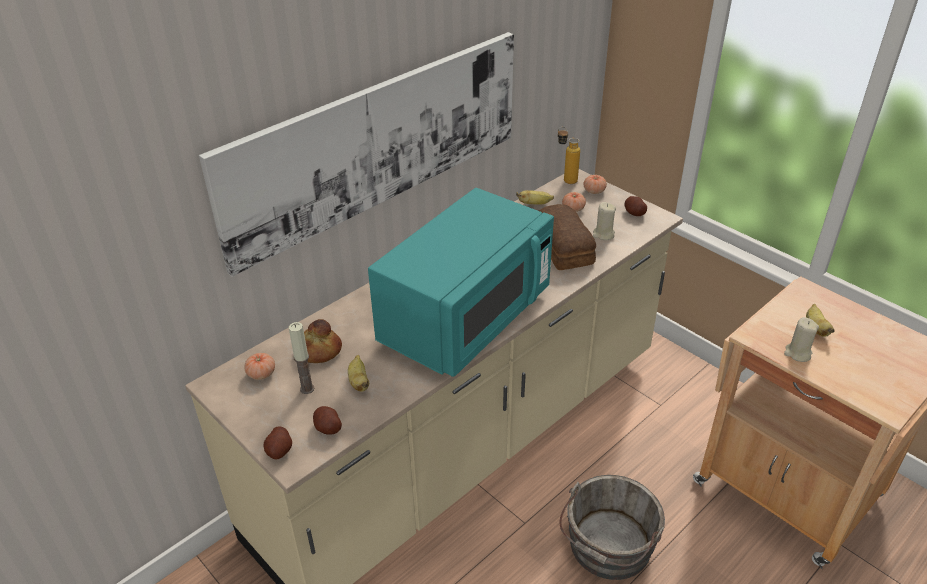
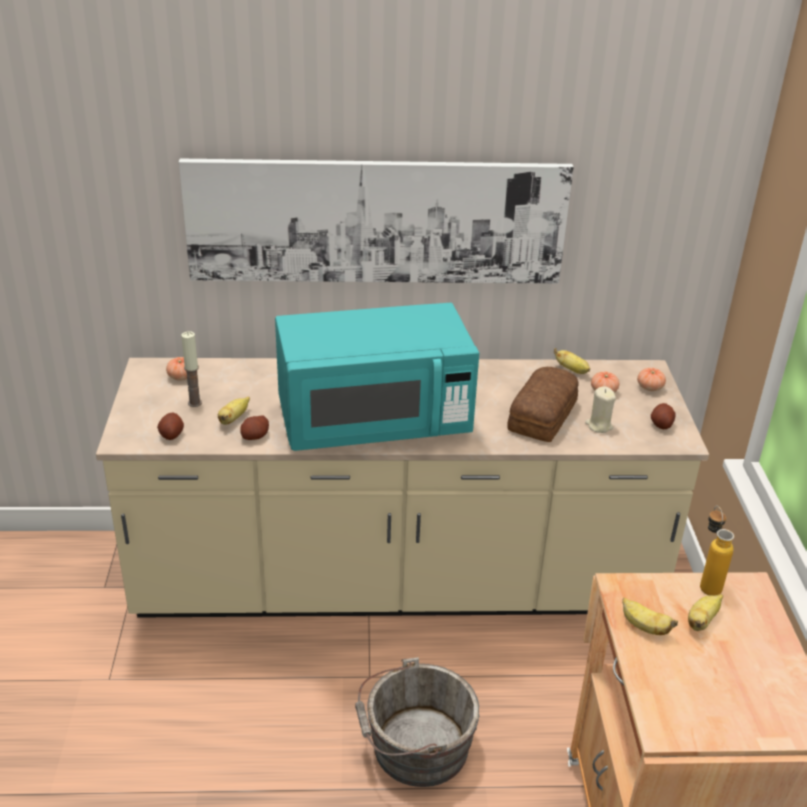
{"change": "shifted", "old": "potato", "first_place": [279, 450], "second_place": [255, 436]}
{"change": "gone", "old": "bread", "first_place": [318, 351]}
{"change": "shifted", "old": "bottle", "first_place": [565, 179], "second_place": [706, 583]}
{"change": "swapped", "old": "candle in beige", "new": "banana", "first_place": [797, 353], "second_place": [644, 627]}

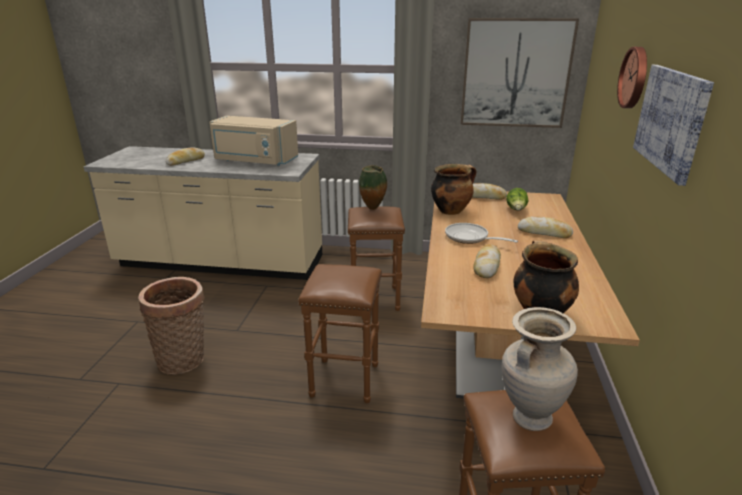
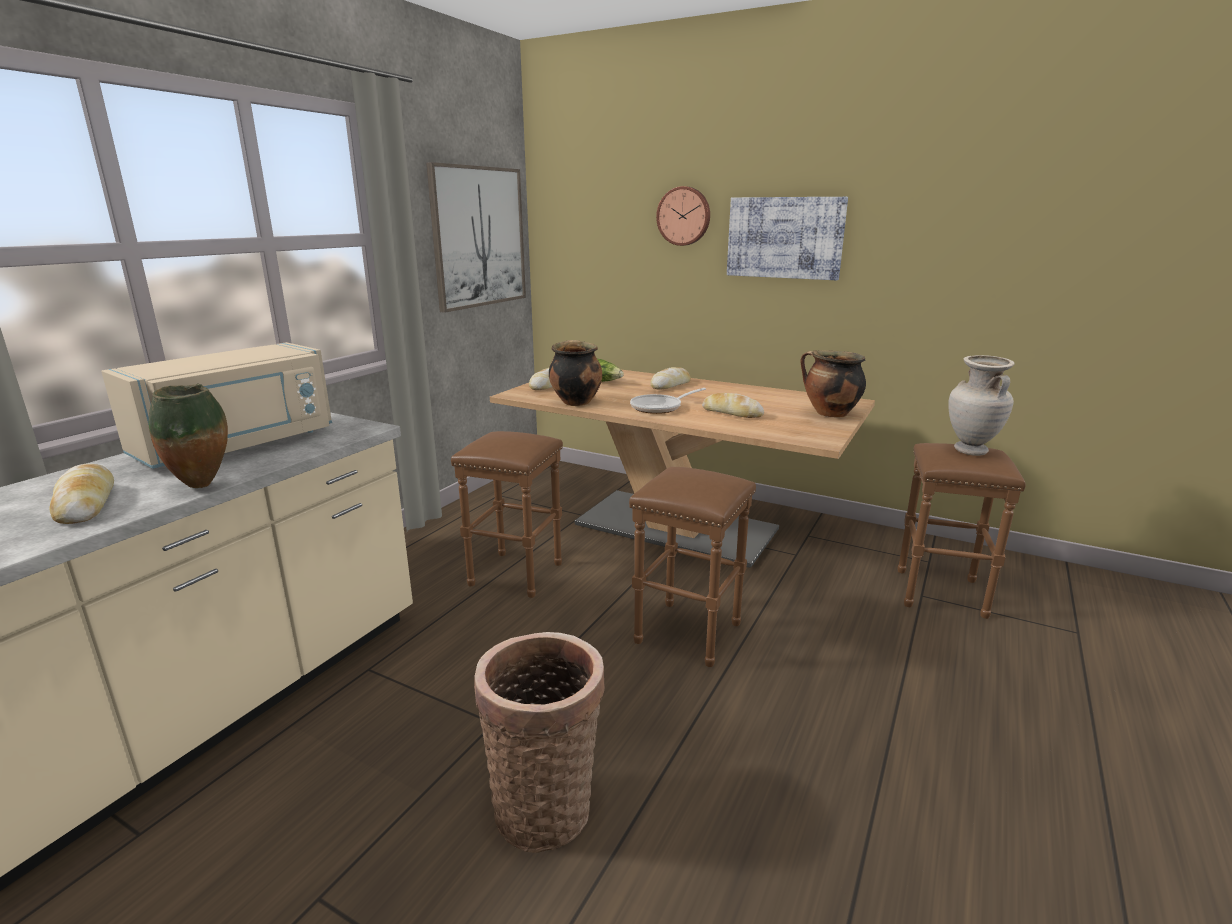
{"change": "shifted", "old": "vase", "first_place": [373, 209], "second_place": [204, 486]}

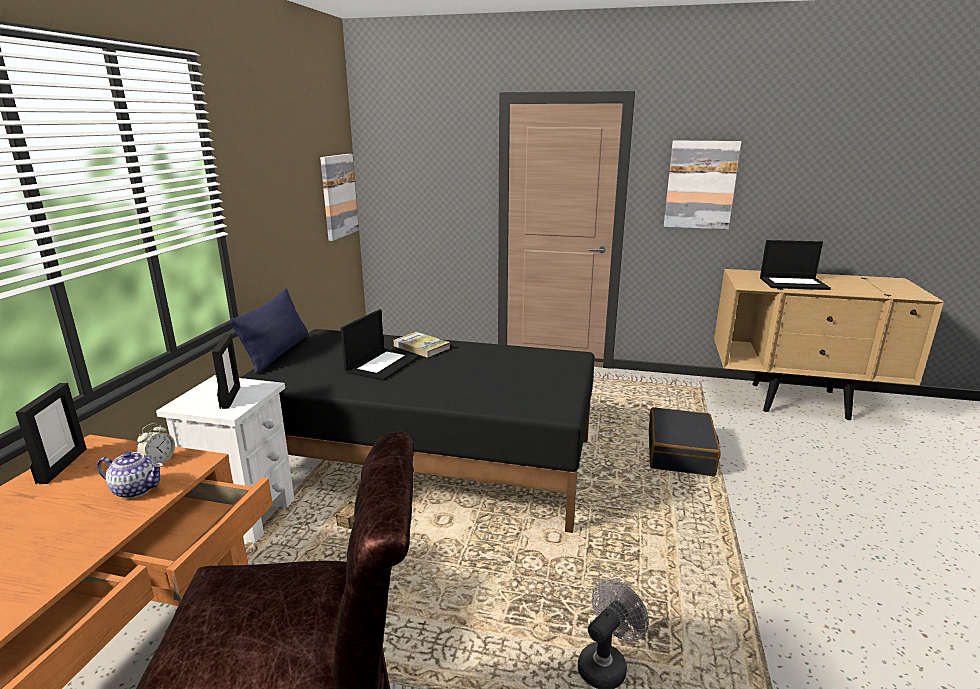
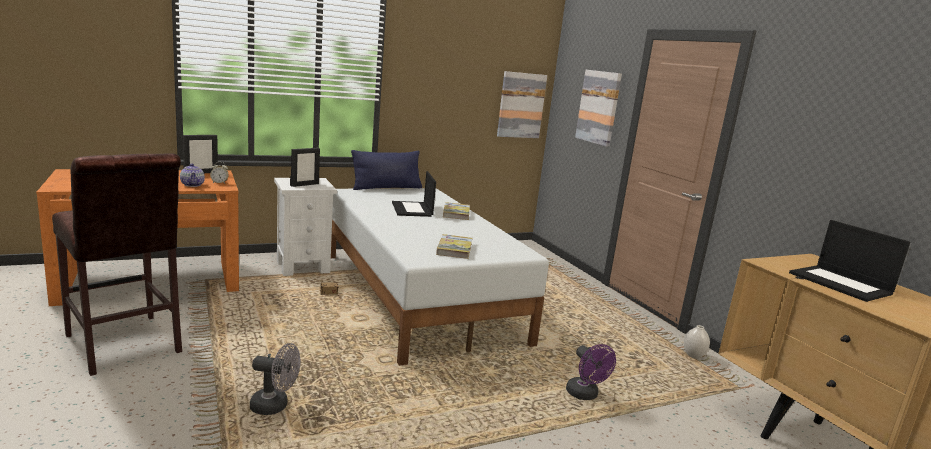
{"change": "repainted", "old": "bed in black", "new": "bed in white", "first_place": [425, 459], "second_place": [419, 295]}
{"change": "rotated", "old": "laptop", "first_place": [382, 364], "second_place": [412, 209], "degrees": 90}
{"change": "swapped", "old": "suitcase in black", "new": "fan in purple", "first_place": [680, 452], "second_place": [585, 395]}
{"change": "shifted", "old": "picture", "first_place": [700, 185], "second_place": [599, 107]}
{"change": "new", "new": "book", "second_place": [454, 249]}
{"change": "new", "new": "vase in white", "second_place": [693, 356]}

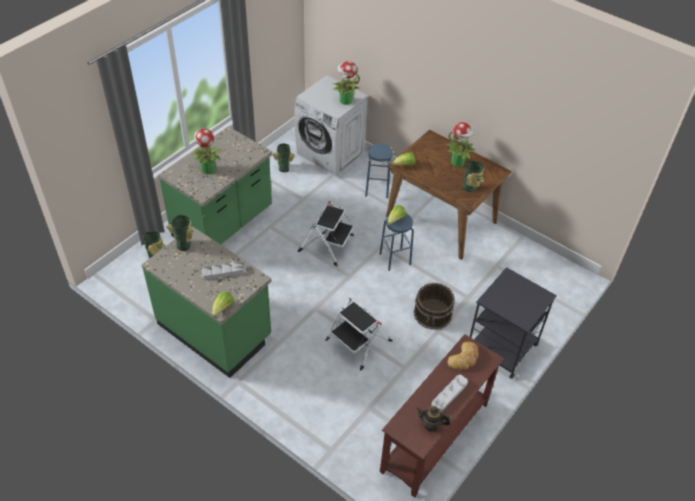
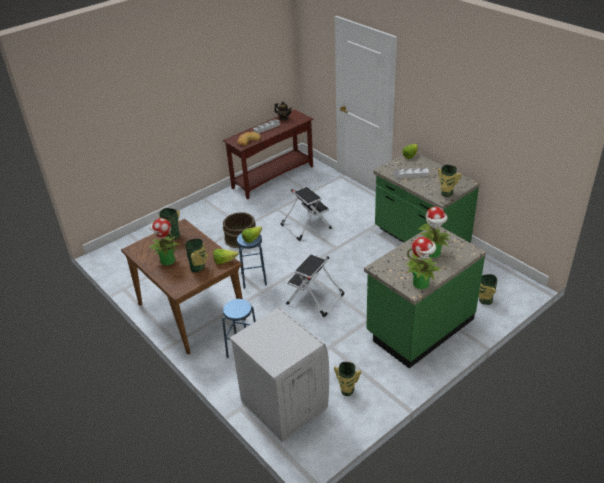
{"change": "shifted", "old": "potted plant", "first_place": [345, 100], "second_place": [421, 283]}
{"change": "gone", "old": "cart in black", "first_place": [501, 348]}
{"change": "new", "new": "vase", "second_place": [198, 267]}

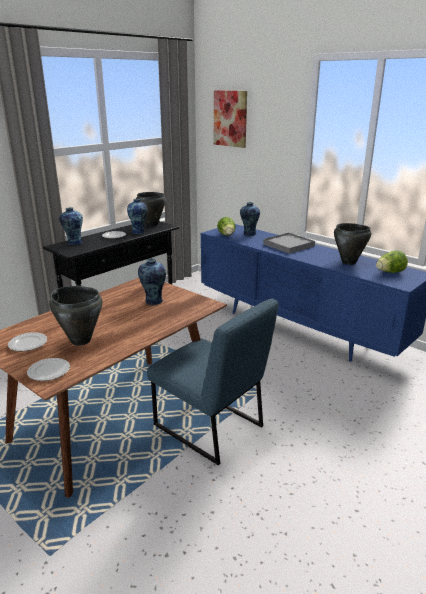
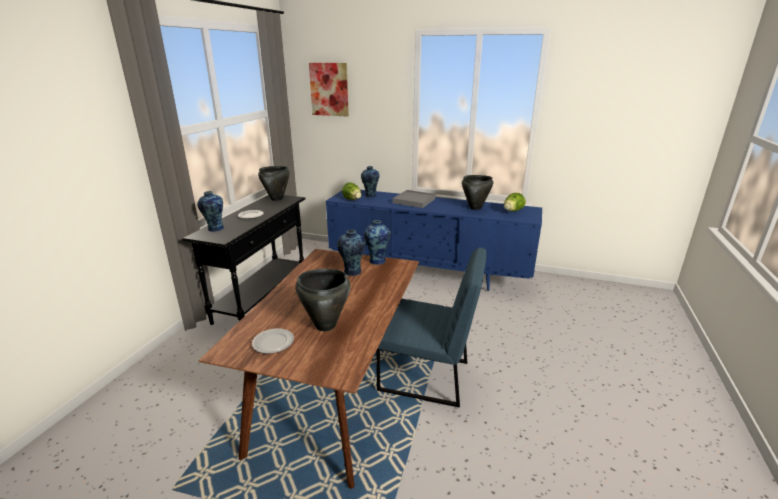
{"change": "gone", "old": "plate", "first_place": [48, 371]}
{"change": "shifted", "old": "vase", "first_place": [138, 232], "second_place": [377, 260]}

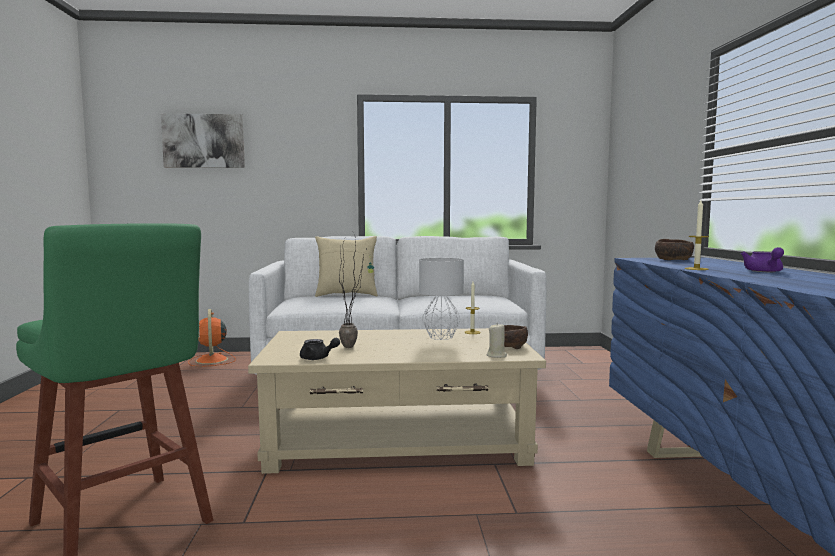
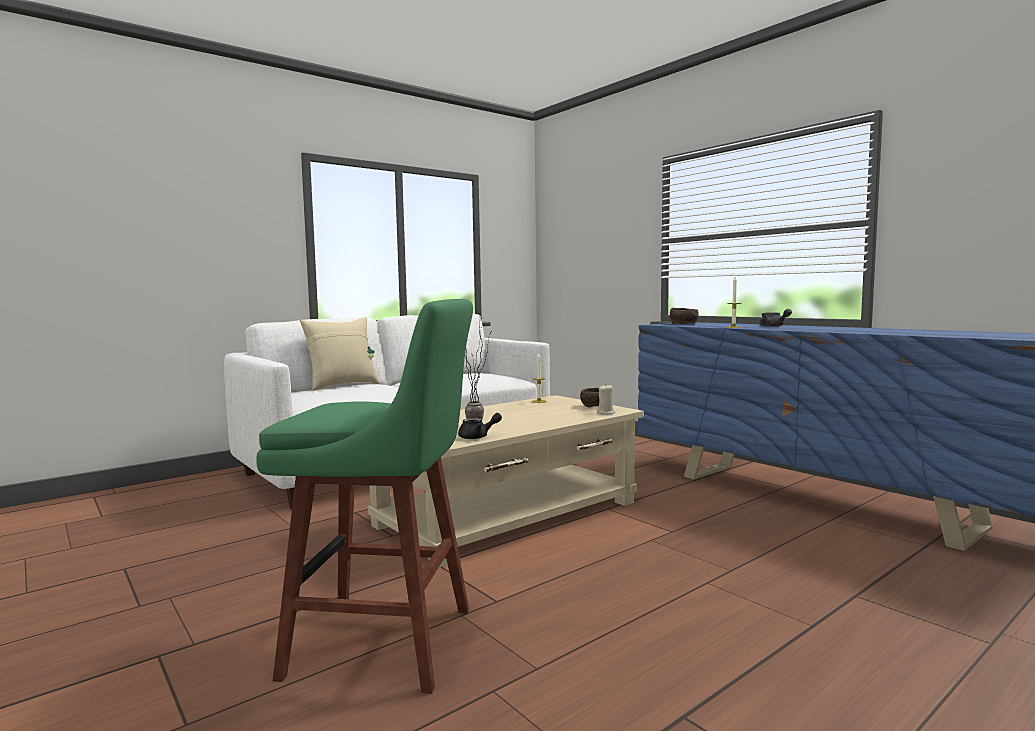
{"change": "gone", "old": "picture", "first_place": [204, 141]}
{"change": "gone", "old": "fan in orange", "first_place": [211, 360]}
{"change": "gone", "old": "table lamp in grey", "first_place": [440, 337]}
{"change": "repainted", "old": "teapot in purple", "new": "teapot in grey", "first_place": [764, 272], "second_place": [774, 326]}

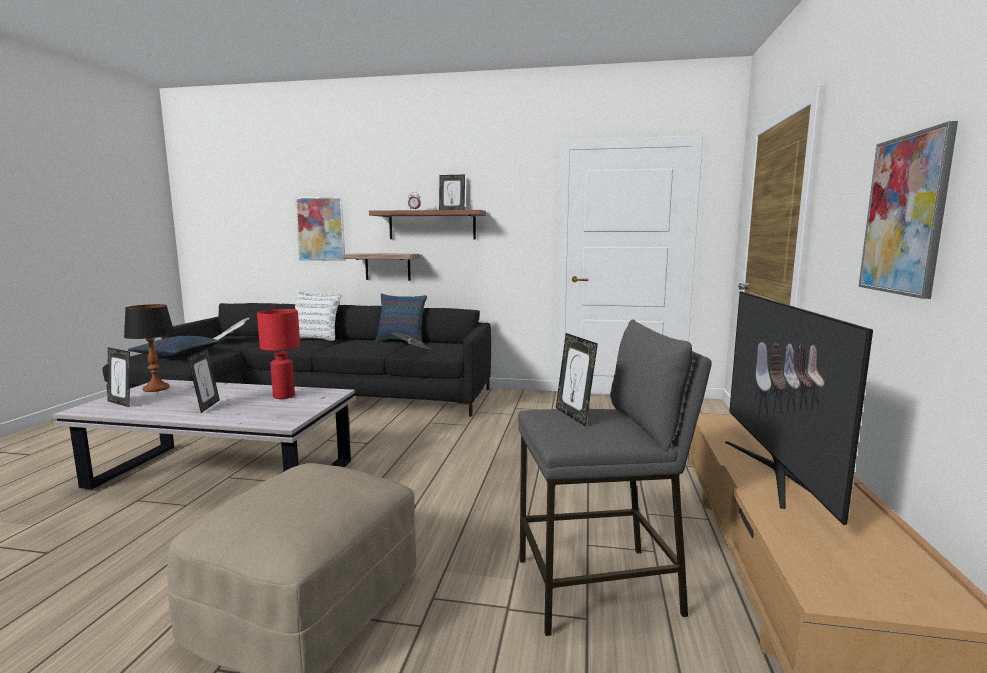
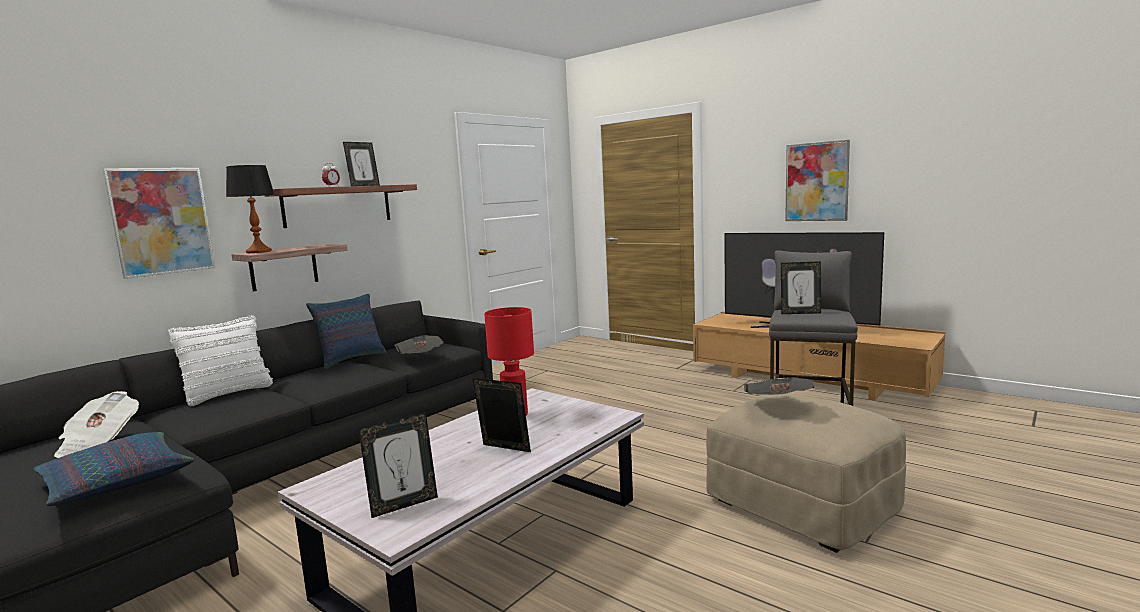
{"change": "shifted", "old": "table lamp", "first_place": [156, 389], "second_place": [258, 252]}
{"change": "new", "new": "newspaper", "second_place": [777, 405]}

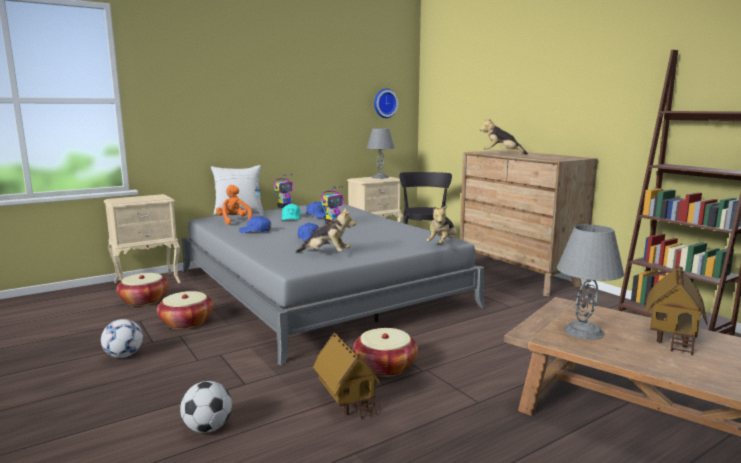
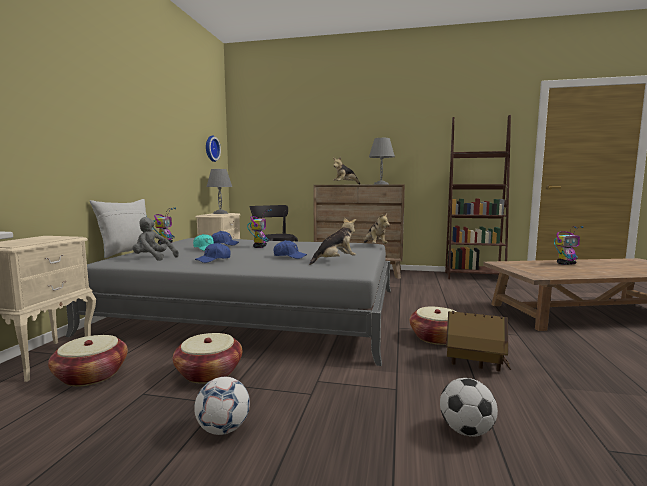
{"change": "repainted", "old": "plush toy in orange", "new": "plush toy in grey", "first_place": [234, 221], "second_place": [153, 258]}
{"change": "shifted", "old": "table lamp in grey", "first_place": [584, 331], "second_place": [381, 184]}
{"change": "swapped", "old": "toy house", "new": "toy robot", "first_place": [672, 336], "second_place": [566, 264]}

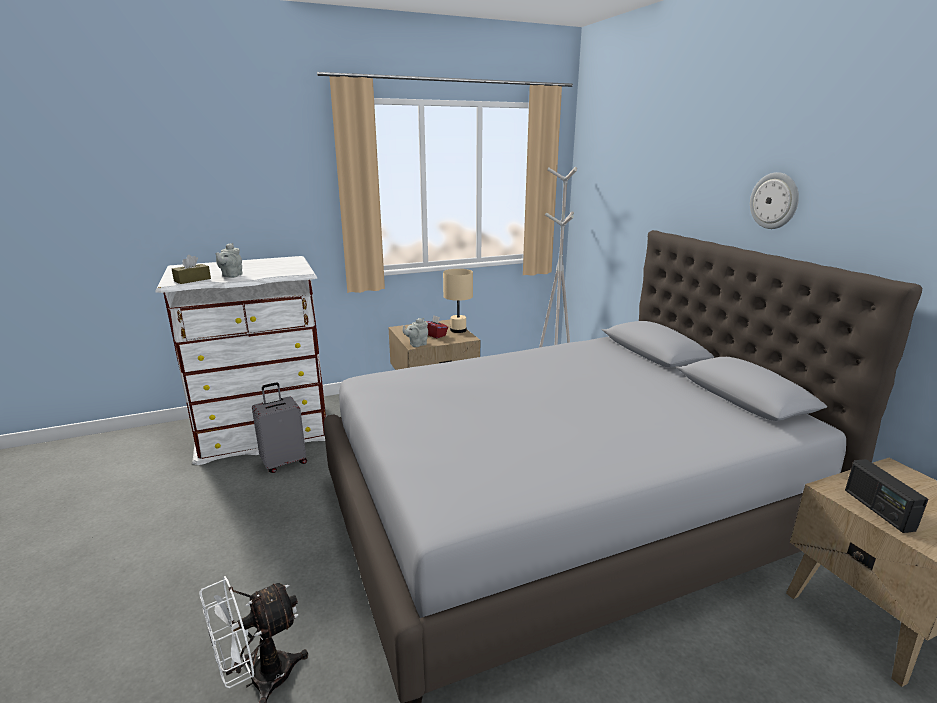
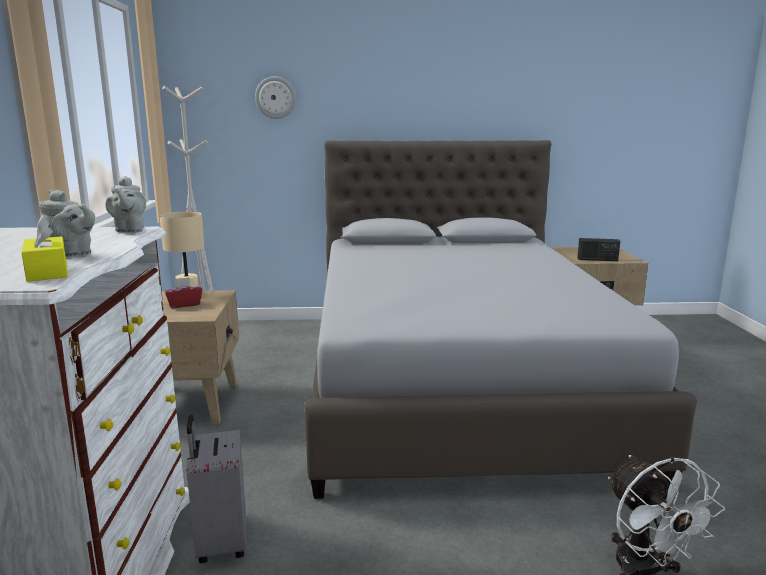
{"change": "repainted", "old": "tissue box in brown", "new": "tissue box in yellow", "first_place": [192, 280], "second_place": [47, 272]}
{"change": "shifted", "old": "teapot in grey", "first_place": [417, 344], "second_place": [129, 230]}
{"change": "shifted", "old": "wall clock", "first_place": [774, 201], "second_place": [275, 97]}

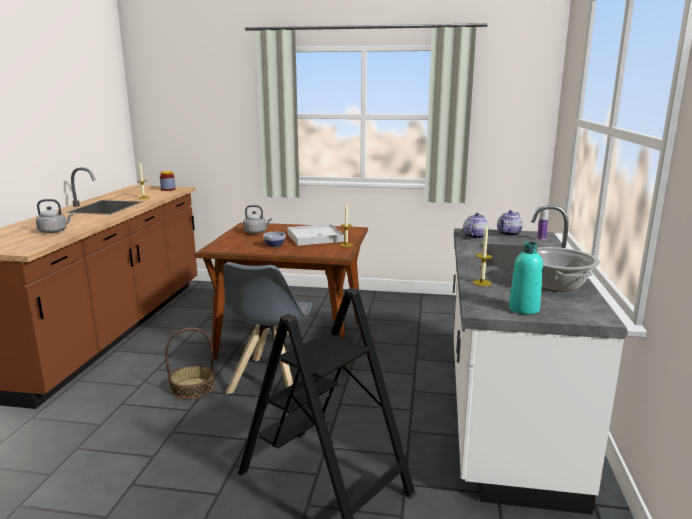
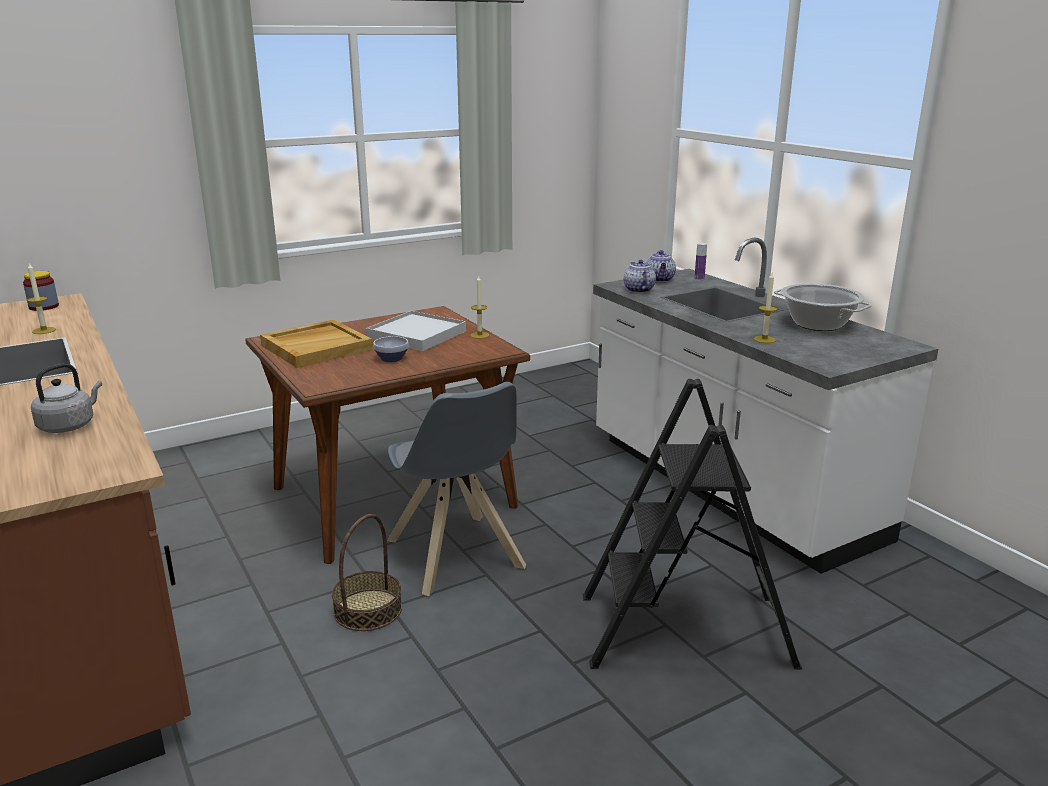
{"change": "swapped", "old": "kettle in grey", "new": "tray in beige", "first_place": [256, 232], "second_place": [317, 347]}
{"change": "gone", "old": "bottle in turquoise", "first_place": [524, 309]}

